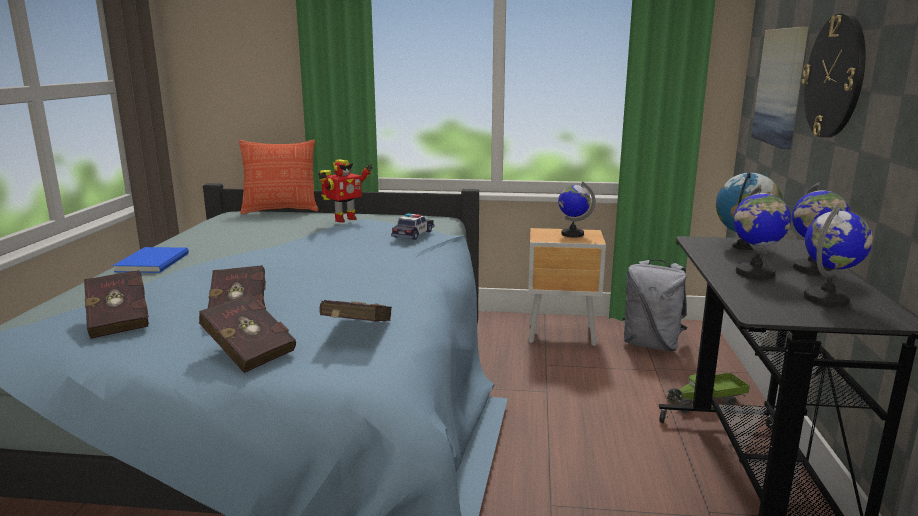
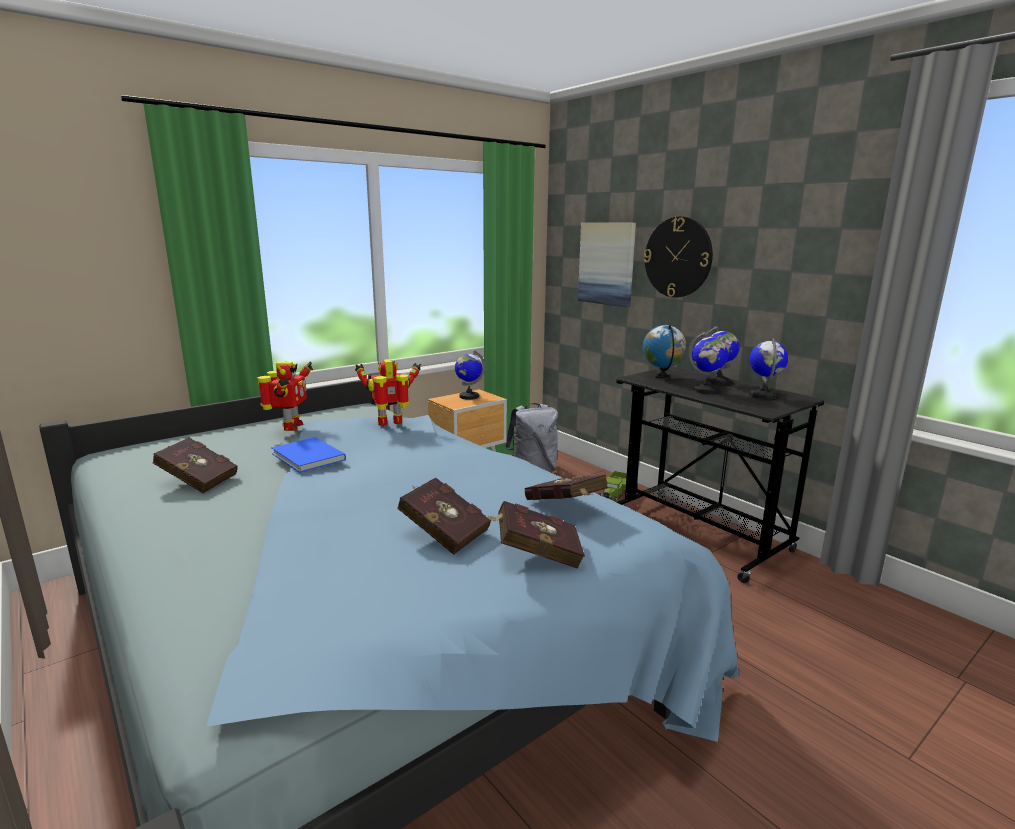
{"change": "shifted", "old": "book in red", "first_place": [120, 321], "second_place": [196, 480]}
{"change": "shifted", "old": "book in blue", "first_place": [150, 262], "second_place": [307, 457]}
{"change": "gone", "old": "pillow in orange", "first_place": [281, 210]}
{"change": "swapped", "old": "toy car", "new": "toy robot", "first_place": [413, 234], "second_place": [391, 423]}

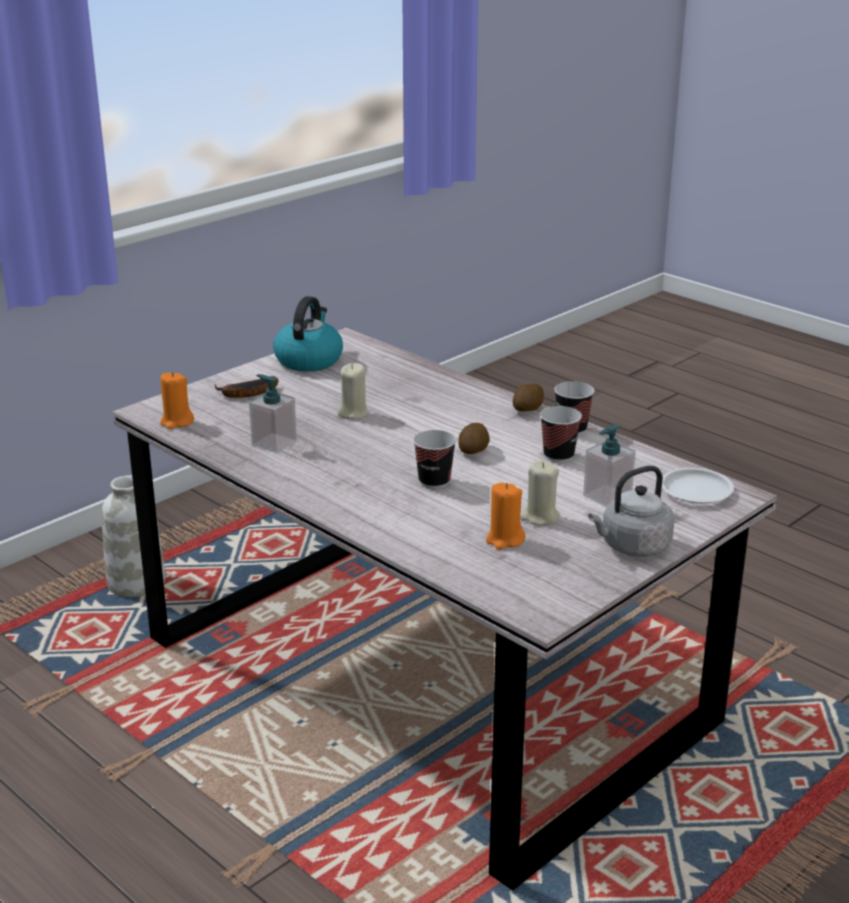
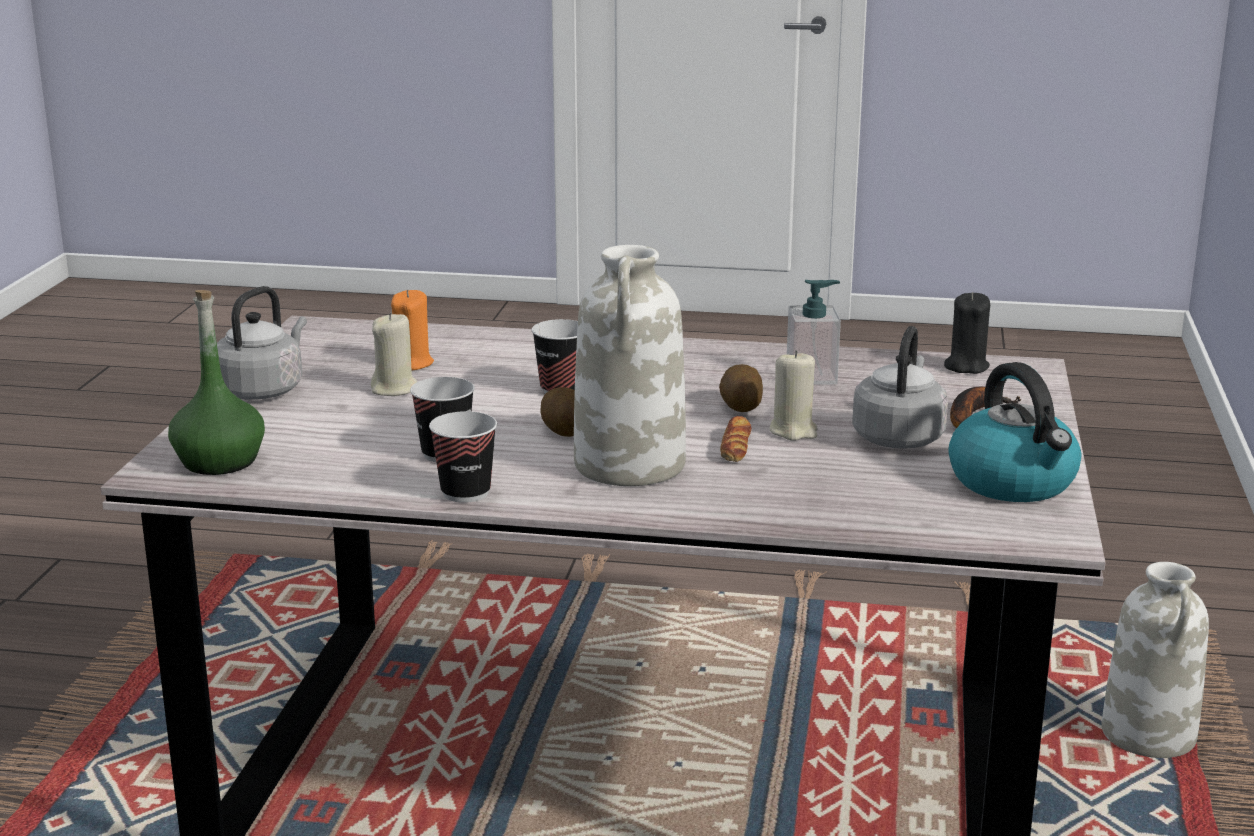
{"change": "repainted", "old": "candle in orange", "new": "candle in black", "first_place": [176, 422], "second_place": [966, 366]}
{"change": "shifted", "old": "potato", "first_place": [528, 410], "second_place": [740, 406]}
{"change": "gone", "old": "soap dispenser", "first_place": [607, 496]}
{"change": "swapped", "old": "plate in white", "new": "bottle in green", "first_place": [696, 491], "second_place": [220, 461]}
{"change": "new", "new": "vase in white", "second_place": [630, 465]}
{"change": "new", "new": "bread", "second_place": [735, 446]}
{"change": "new", "new": "kettle in grey", "second_place": [899, 437]}

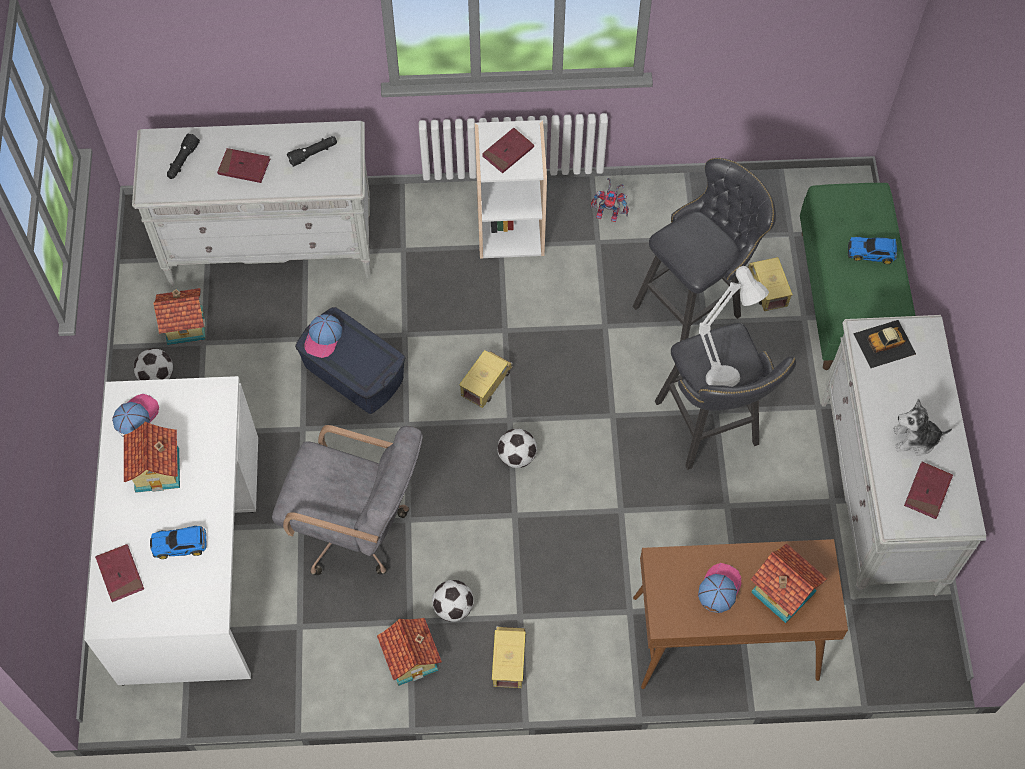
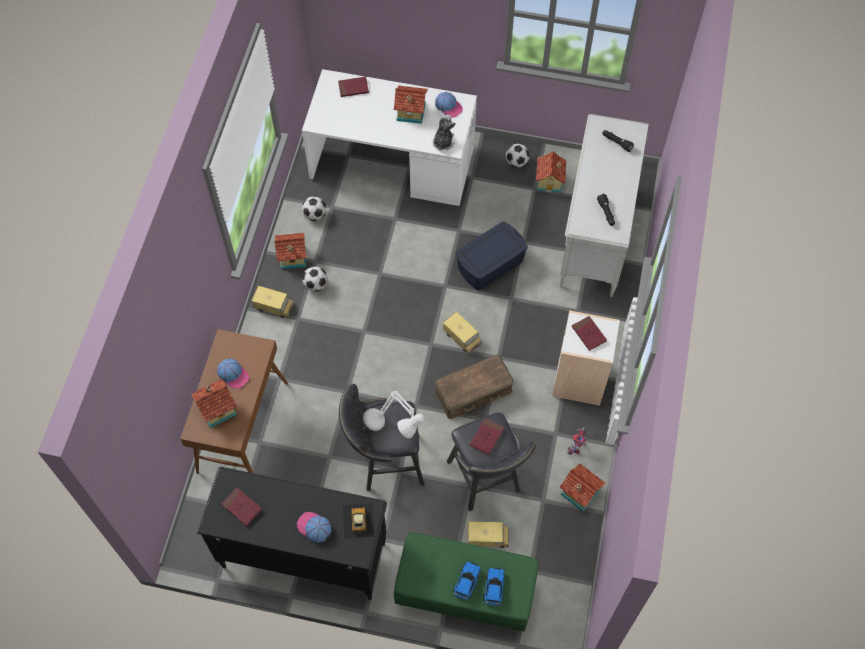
{"change": "shifted", "old": "toy car", "first_place": [181, 545], "second_place": [494, 588]}
{"change": "shifted", "old": "book in red", "first_place": [244, 167], "second_place": [486, 437]}
{"change": "gone", "old": "office chair in grey", "first_place": [357, 532]}
{"change": "shifted", "old": "cap", "first_place": [323, 338], "second_place": [314, 527]}
{"change": "shifted", "old": "football", "first_place": [517, 457], "second_place": [314, 215]}
{"change": "repainted", "old": "dresser in white", "new": "dresser in black", "first_place": [876, 498], "second_place": [303, 554]}
{"change": "shifted", "old": "plush toy", "first_place": [915, 439], "second_place": [443, 142]}
{"change": "new", "new": "storage box in brown", "second_place": [473, 392]}
{"change": "new", "new": "toy house", "second_place": [579, 493]}

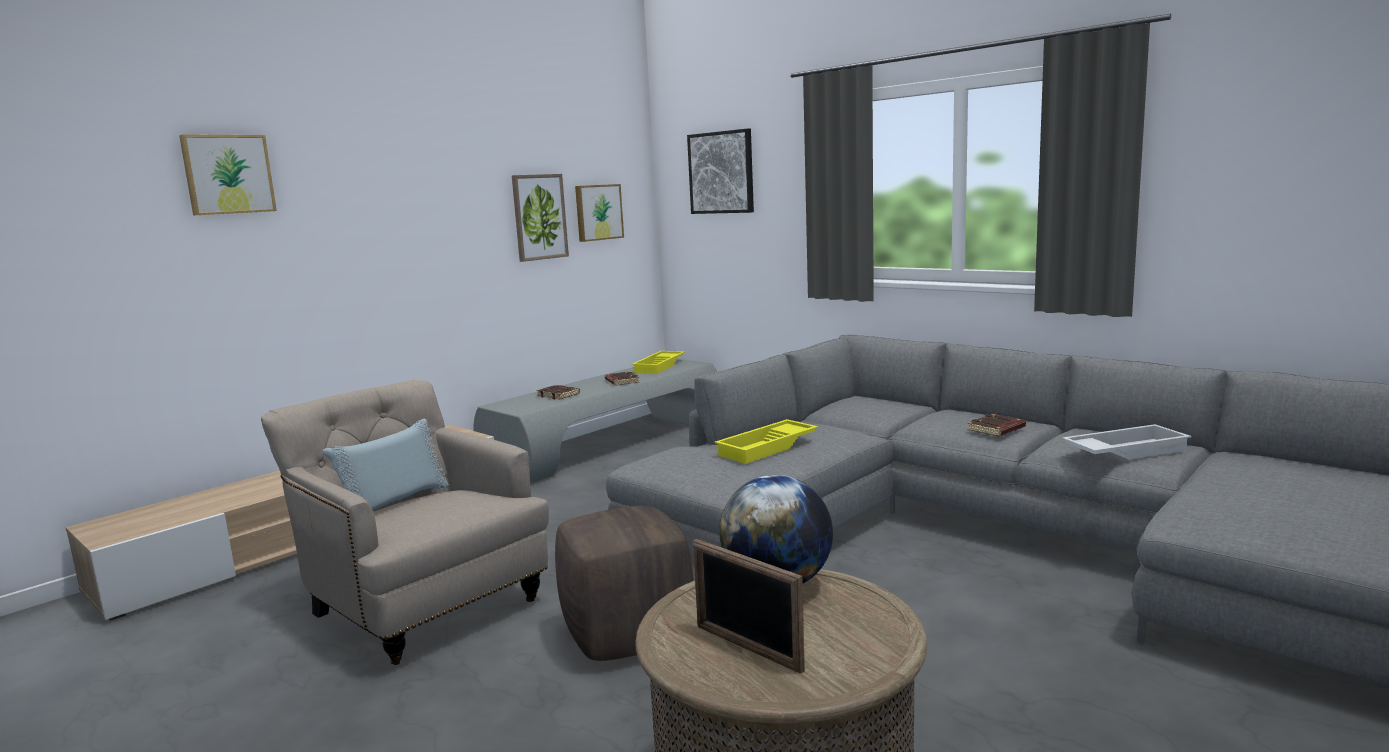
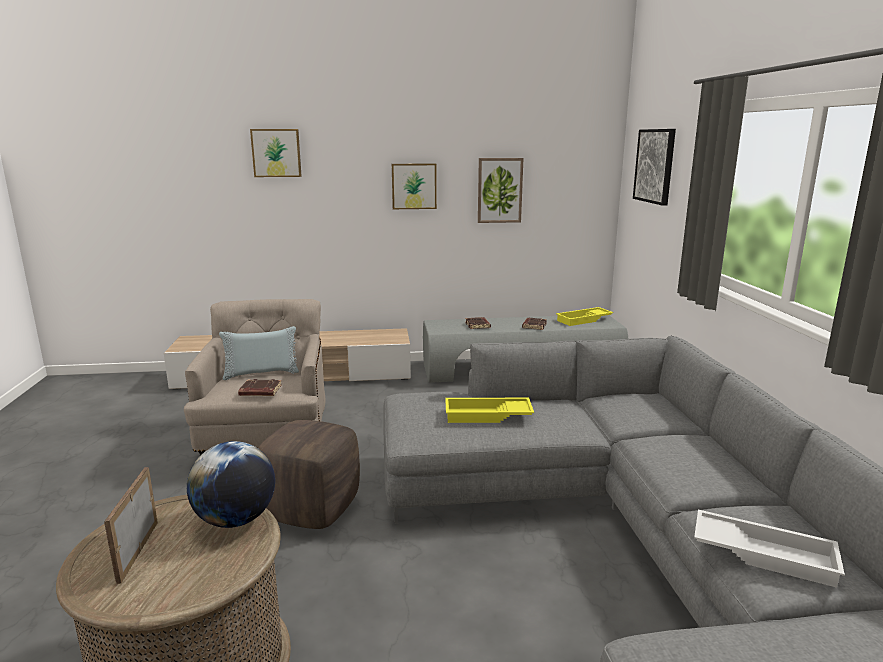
{"change": "shifted", "old": "picture", "first_place": [598, 212], "second_place": [414, 186]}
{"change": "shifted", "old": "book in brown", "first_place": [997, 430], "second_place": [260, 391]}

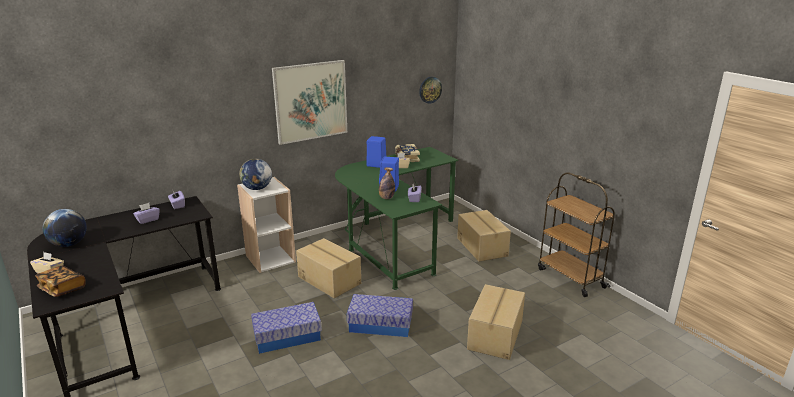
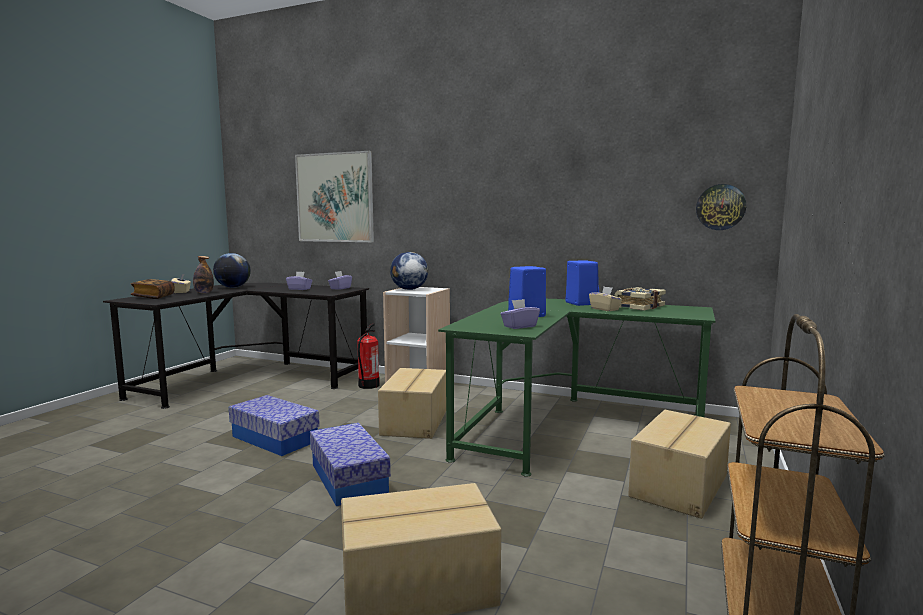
{"change": "shifted", "old": "picture", "first_place": [310, 101], "second_place": [335, 197]}
{"change": "shifted", "old": "bottle", "first_place": [386, 198], "second_place": [204, 293]}
{"change": "new", "new": "fire extinguisher", "second_place": [368, 385]}

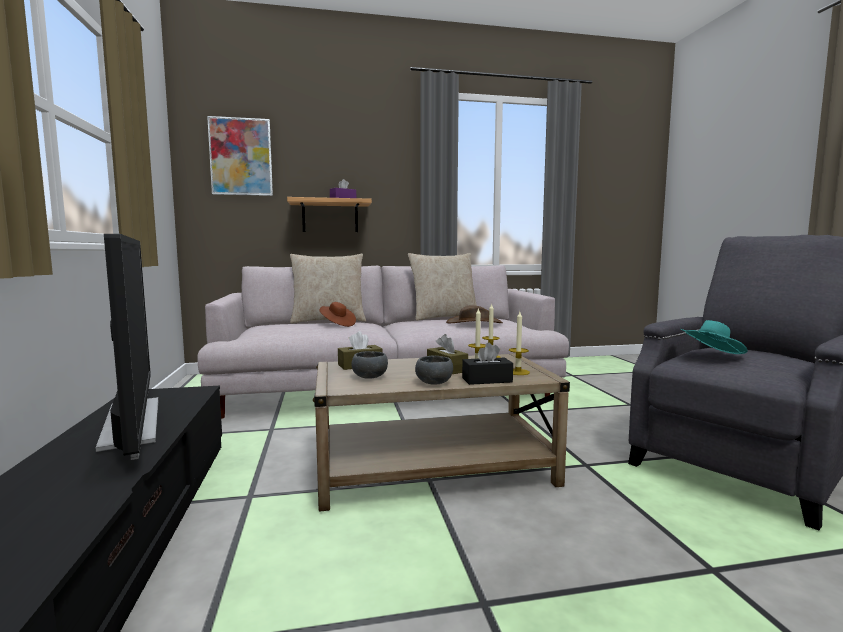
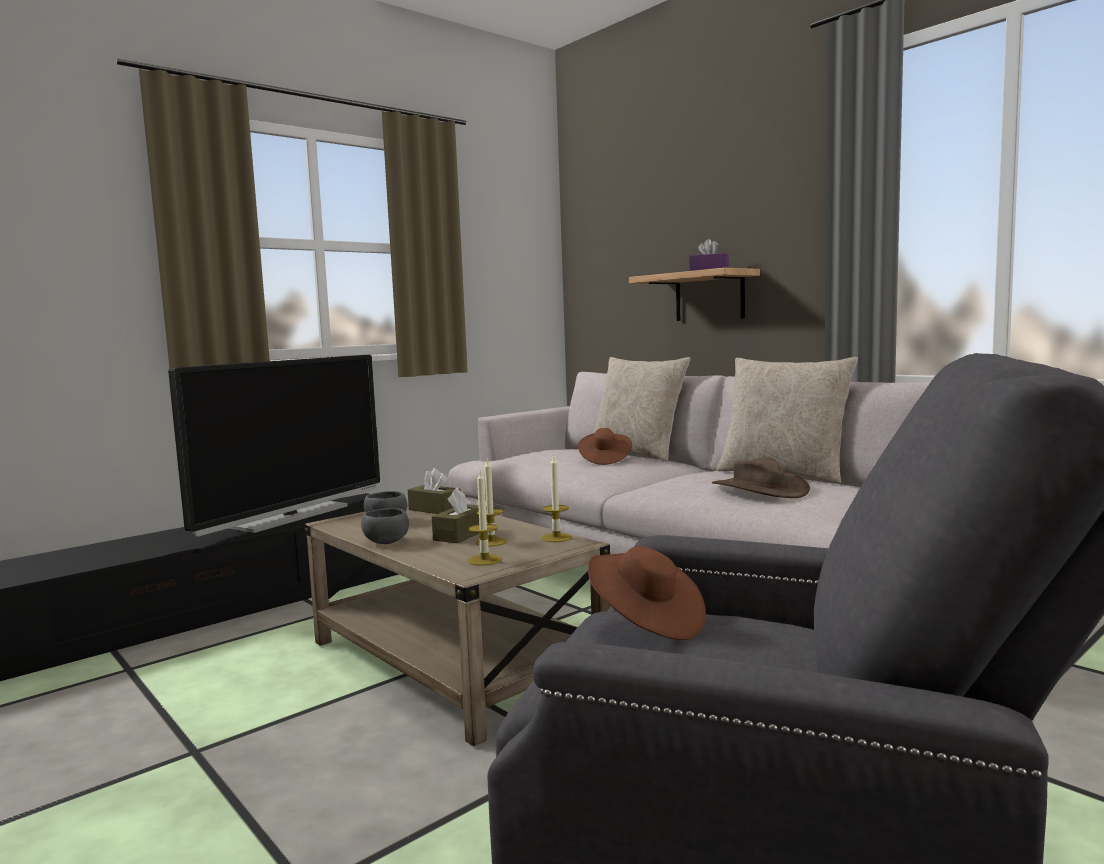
{"change": "gone", "old": "picture", "first_place": [241, 157]}
{"change": "gone", "old": "tissue box in black", "first_place": [487, 380]}
{"change": "repainted", "old": "hat in turquoise", "new": "hat in brown", "first_place": [711, 355], "second_place": [646, 622]}

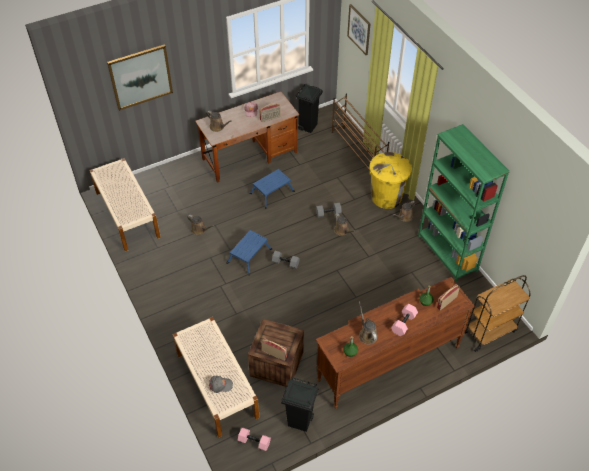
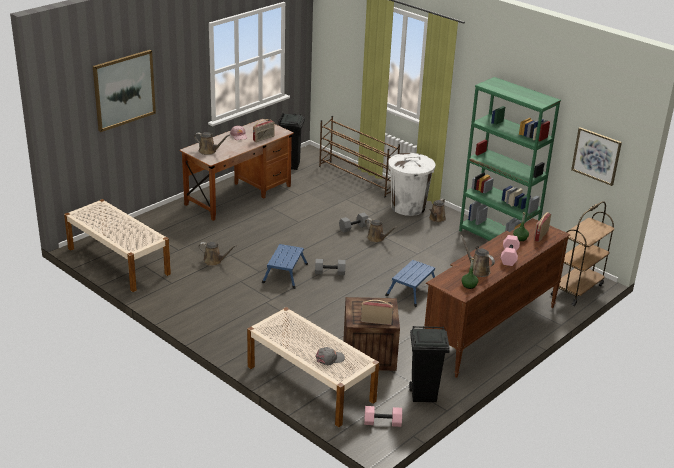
{"change": "shifted", "old": "step ladder in blue", "first_place": [271, 192], "second_place": [412, 290]}
{"change": "shifted", "old": "picture", "first_place": [359, 29], "second_place": [596, 156]}
{"change": "repainted", "old": "trash can in yellow", "new": "trash can in white", "first_place": [386, 197], "second_place": [408, 207]}

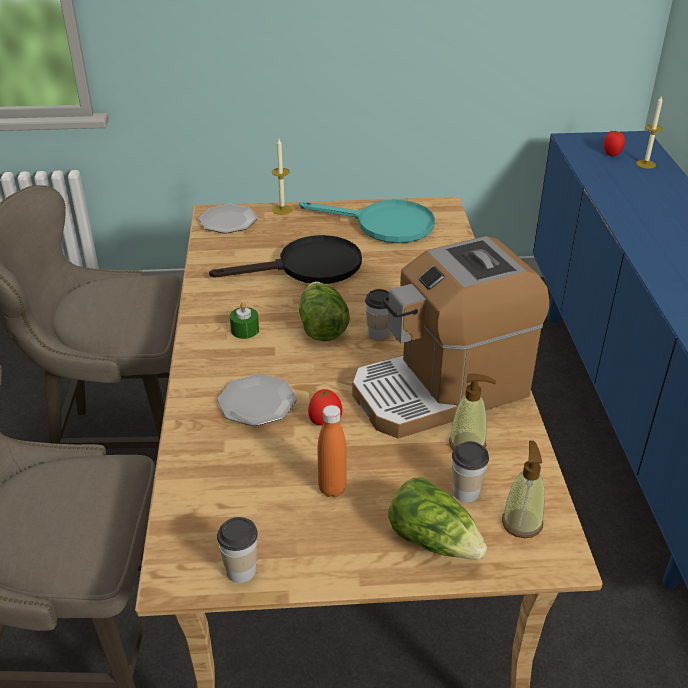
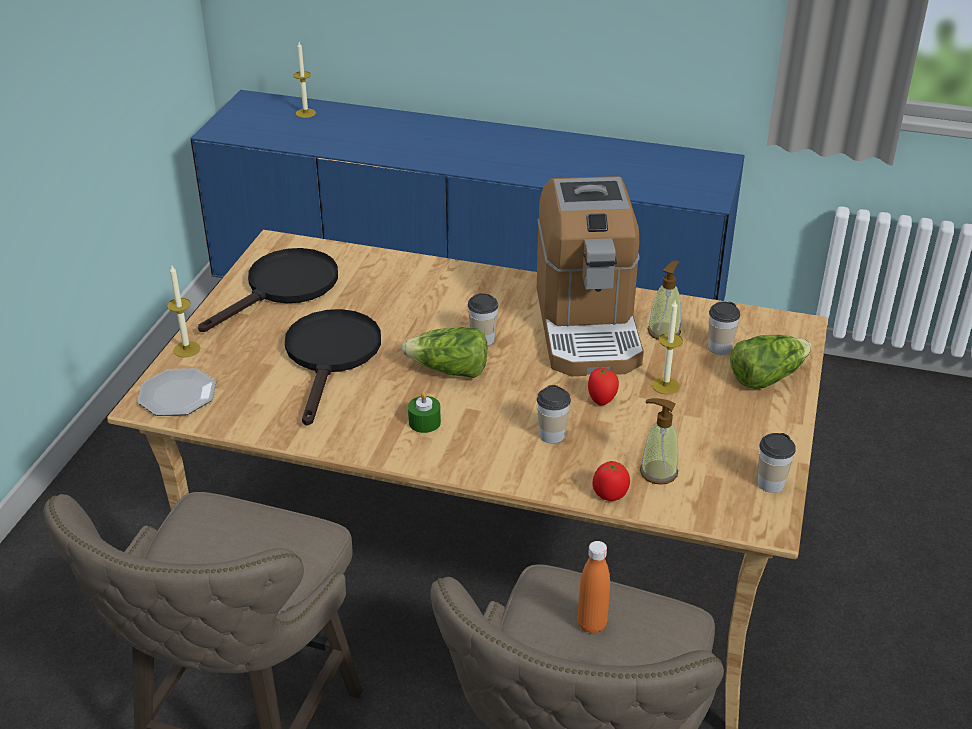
{"change": "swapped", "old": "plate", "new": "cup", "first_place": [257, 402], "second_place": [552, 435]}
{"change": "repainted", "old": "frying pan in turquoise", "new": "frying pan in black", "first_place": [384, 225], "second_place": [284, 288]}
{"change": "shifted", "old": "bottle in orange", "first_place": [332, 489], "second_place": [591, 625]}
{"change": "shifted", "old": "soap dispenser", "first_place": [522, 523], "second_place": [658, 472]}
{"change": "shifted", "old": "tomato", "first_place": [611, 154], "second_place": [610, 495]}
{"change": "new", "new": "candle", "second_place": [665, 385]}

